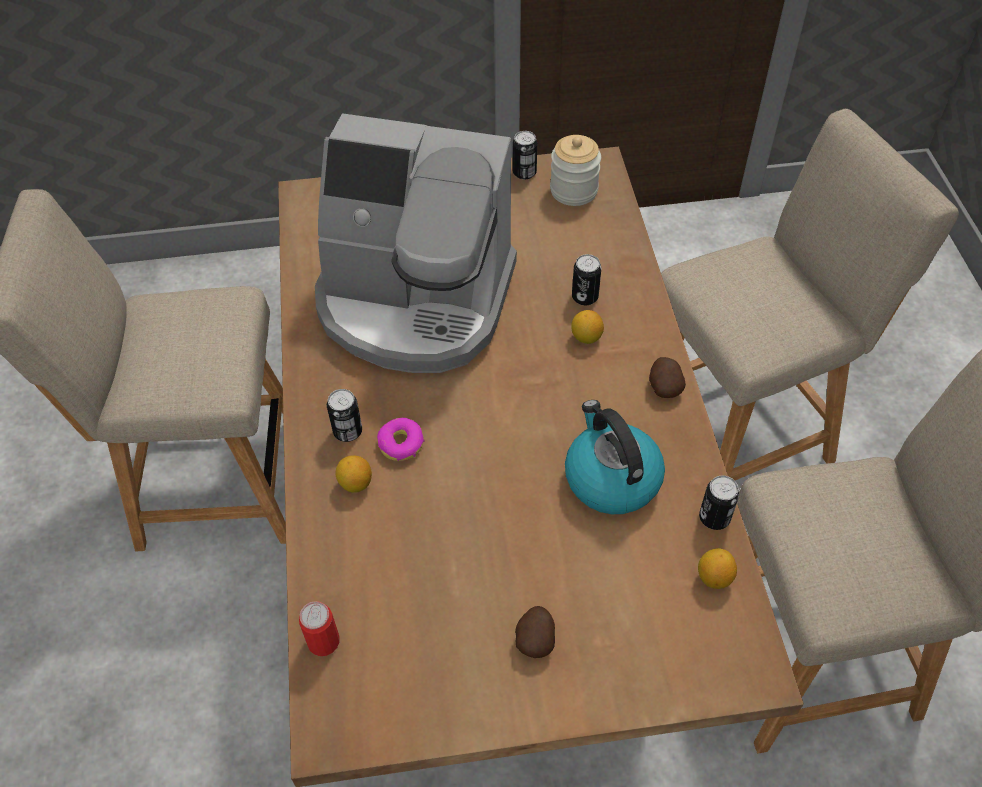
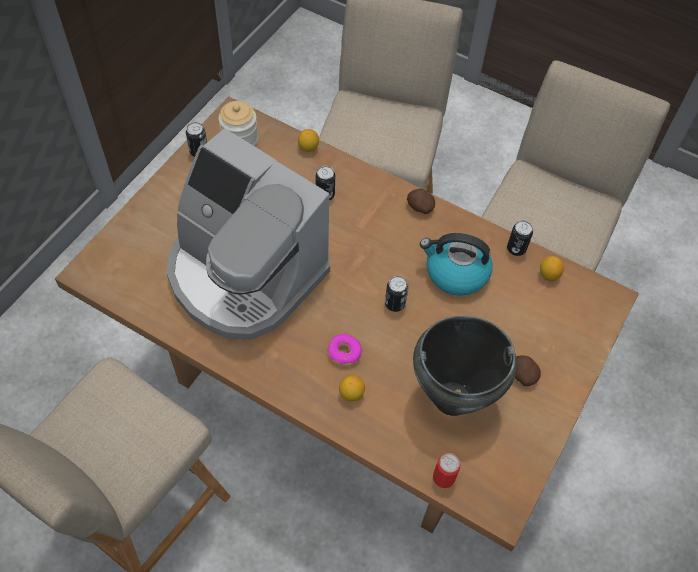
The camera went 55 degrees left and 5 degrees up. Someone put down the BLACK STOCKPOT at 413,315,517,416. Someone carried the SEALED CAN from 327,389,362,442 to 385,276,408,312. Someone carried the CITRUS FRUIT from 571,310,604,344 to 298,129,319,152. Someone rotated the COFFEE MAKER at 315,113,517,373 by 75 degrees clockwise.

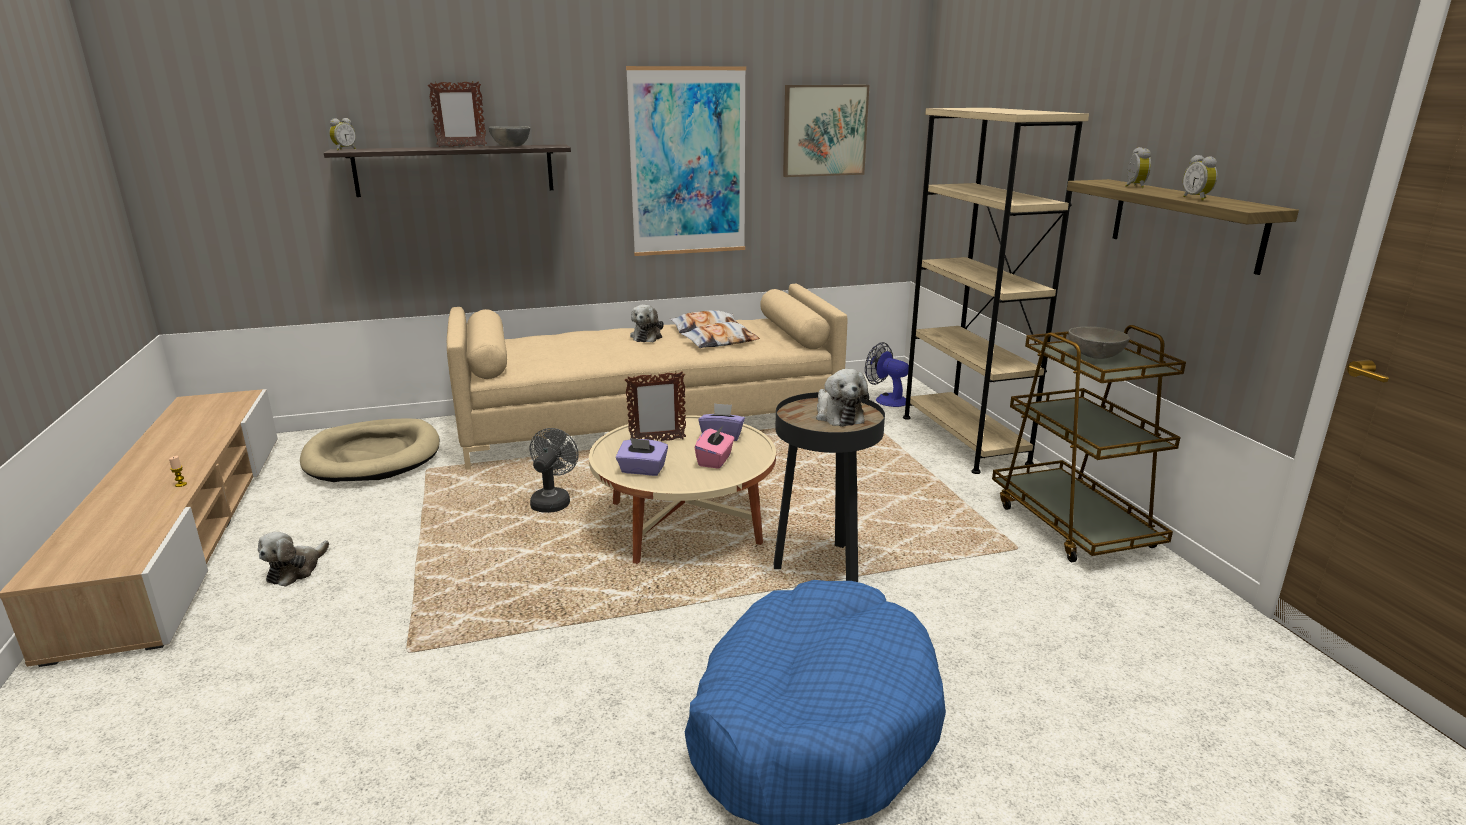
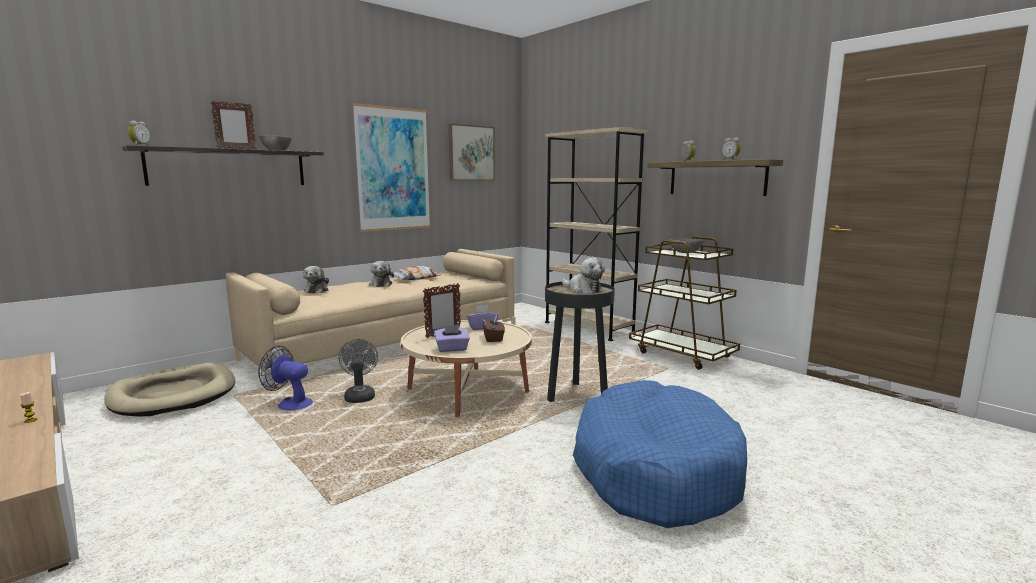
The camera went 25 degrees left and 10 degrees down. Someone took away the CUSHION at 681,322,760,348. Someone carried the CUDDLY TOY from 258,532,329,587 to 303,266,329,294. Someone carried the COOLING FAN from 865,342,909,407 to 258,346,313,410. Someone repainted the PINKISH TISSUE BOX at 695,426,735,469, which became the BROWN-COLOURED TISSUE BOX at 483,314,505,342.

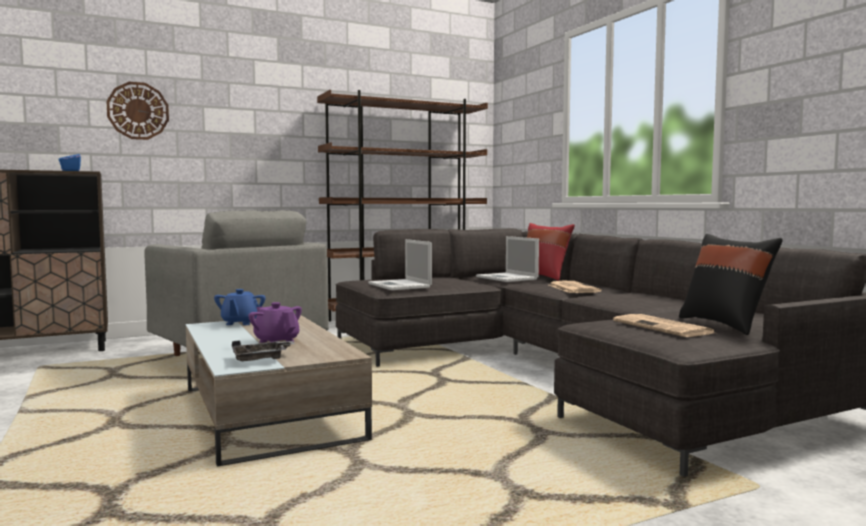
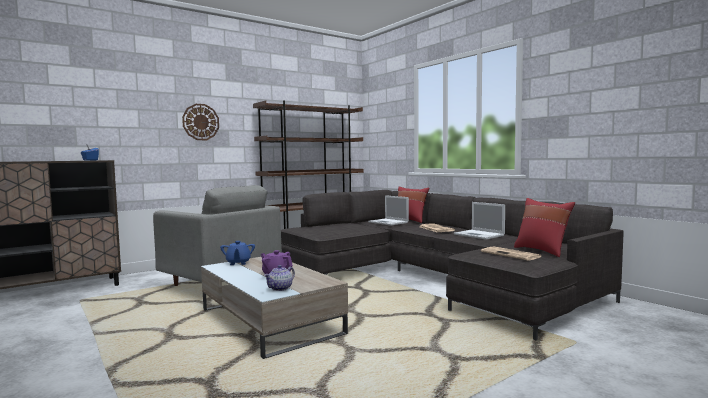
The camera went 10 degrees left and 0 degrees up. Someone carried the CLOCK ON THE WALL from 106,82,169,140 to 182,104,219,140. Someone carried the PORTABLE COMPUTER from 368,239,432,290 to 454,202,505,240. Someone swapped the GREYISH TRAY at 232,340,295,361 for the TEA POT at 264,265,295,291. Someone repainted the BLACK CUSHION at 679,234,783,335, which became the RED CUSHION at 514,198,575,257.

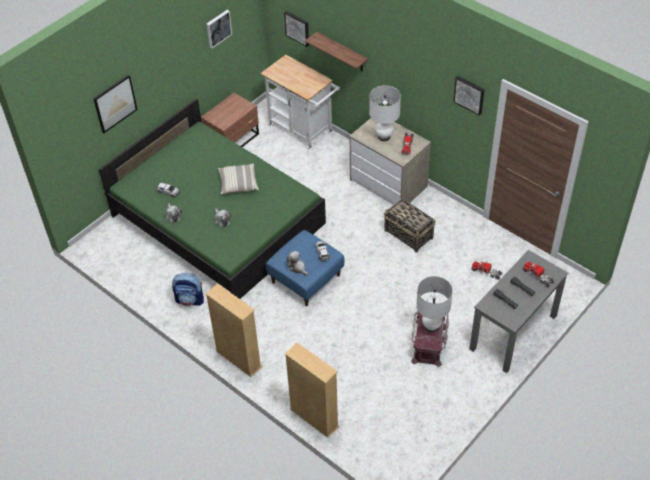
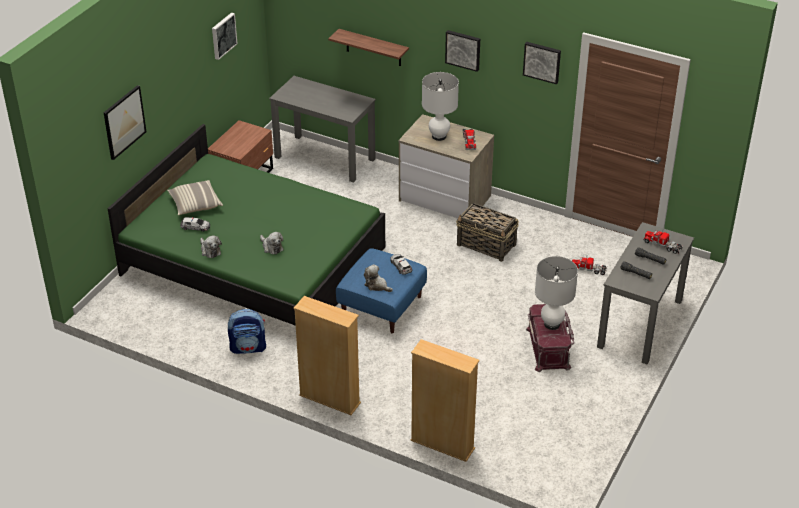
The camera went 15 degrees left and 10 degrees down. Someone carried the CUSHION from 218,164,259,194 to 167,180,223,215. Someone carried the PICTURE from 284,11,309,47 to 445,30,480,72. Someone swapped the WHITE-COLOURED CART at 261,55,340,149 for the GREYISH DESK TABLE at 269,76,376,183.

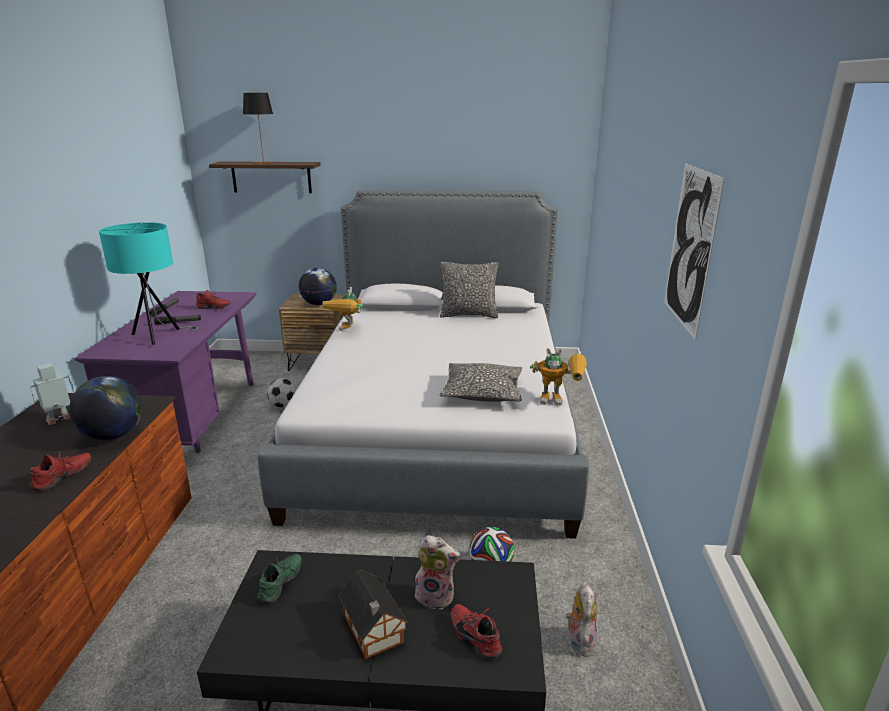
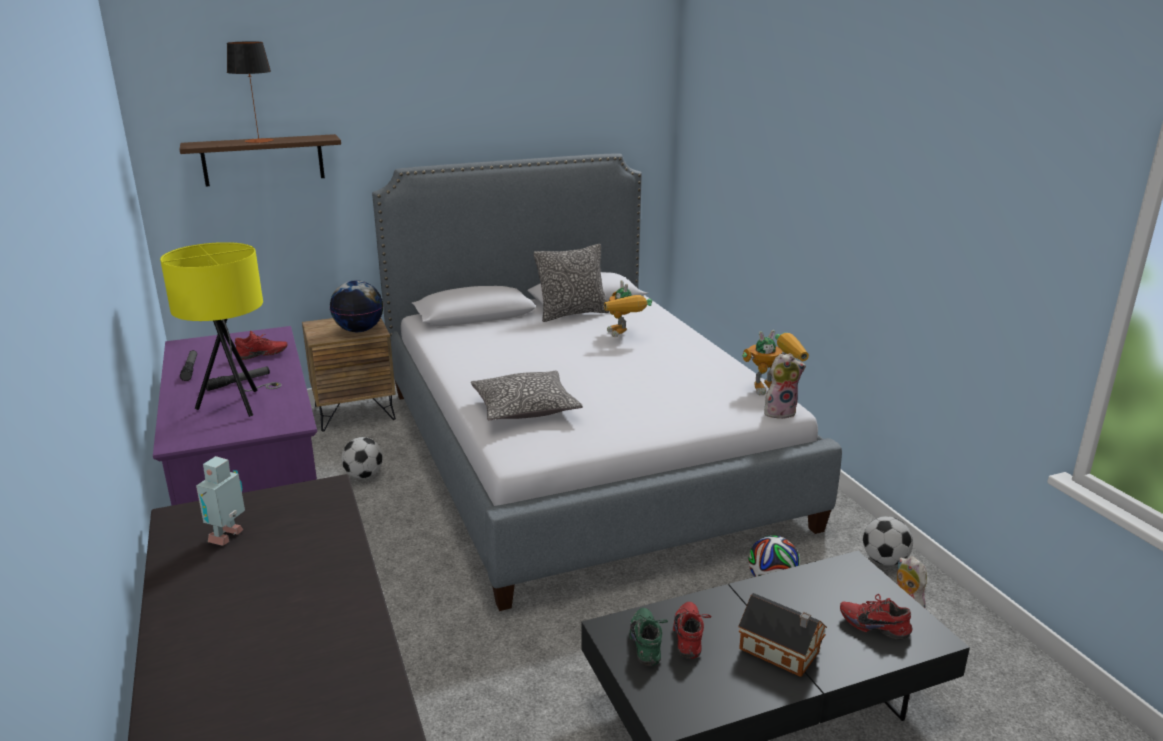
The camera went 25 degrees left and 0 degrees up. Someone took away the DESK GLOBE at 69,376,142,440. Someone took away the PICTURE at 664,163,724,340. Someone put down the FOOTBALL BALL at 863,516,913,566. Someone carried the RED SHOE from 29,451,91,492 to 673,602,711,659. Someone carried the MODEL ROBOT from 322,287,363,331 to 604,280,652,337. Someone carried the CUDDLY TOY from 415,535,461,609 to 764,353,806,419. Someone carried the CUSHION from 440,363,522,402 to 471,371,583,420. Someone repainted the BLUE-GREEN TABLE LAMP at 99,222,199,345, which became the YELLOWISH TABLE LAMP at 160,242,282,417.

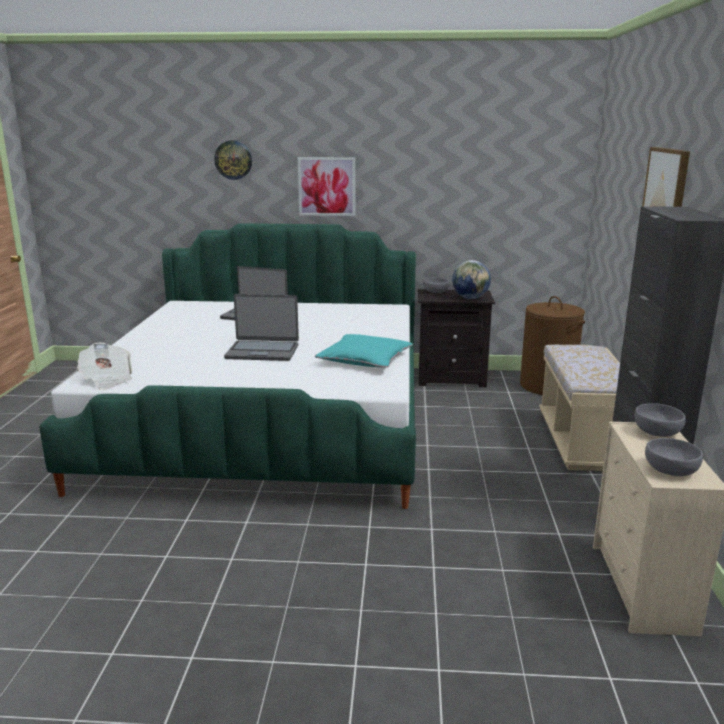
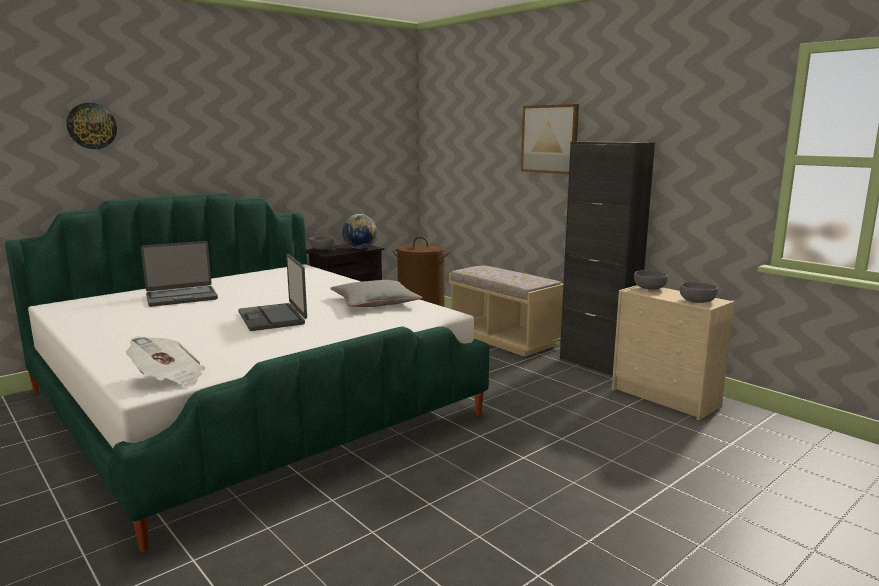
The camera went 45 degrees left and 5 degrees down. Someone took away the PICTURE at 298,157,355,216. Someone repainted the BLUE-GREEN CUSHION at 315,334,413,368, which became the GREYISH CUSHION at 330,280,422,307. Someone rotated the PORTABLE COMPUTER at 224,294,299,361 by 105 degrees clockwise.

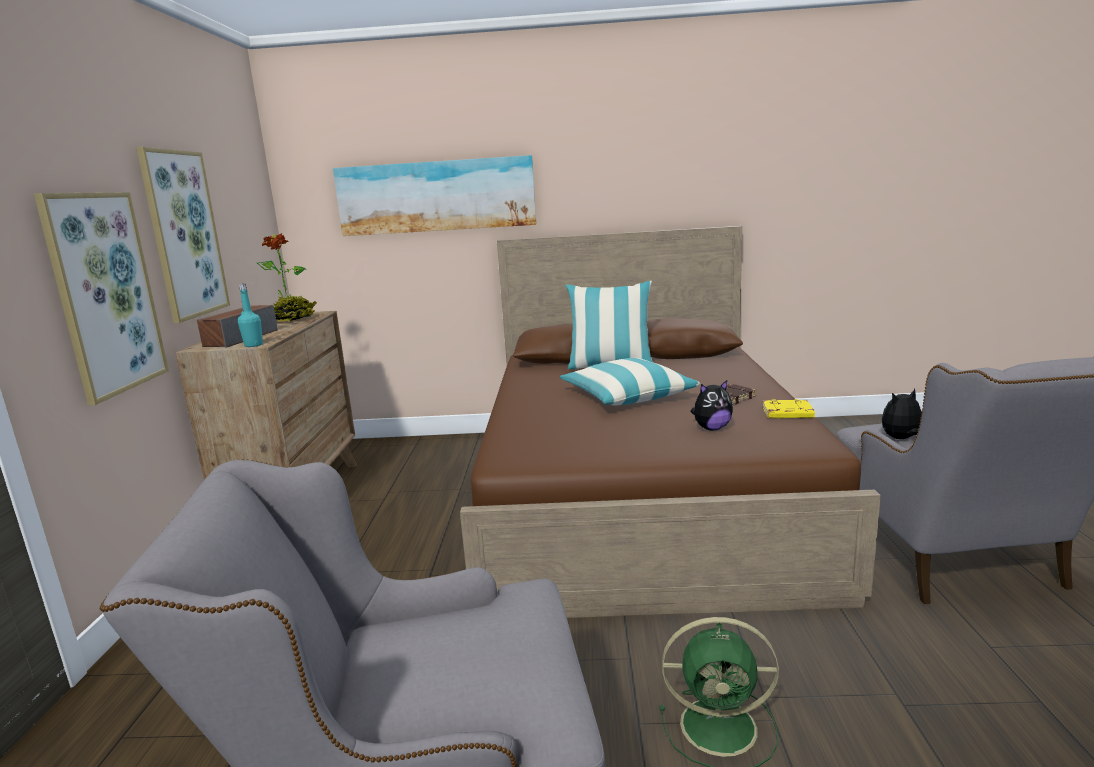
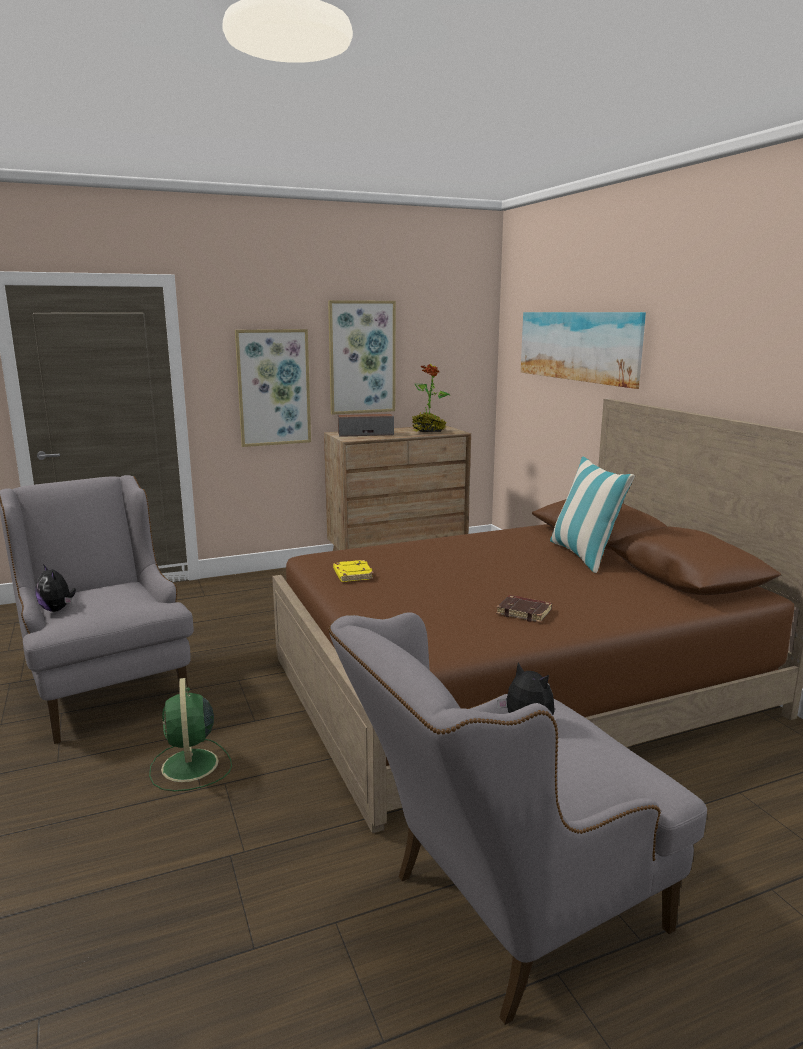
The camera went 65 degrees right and 0 degrees up. Someone took away the BLUE-GREEN BEVERAGE BOTTLE at 238,284,263,347. Someone took away the CUSHION at 560,358,700,405. Someone carried the CUDDLY TOY from 690,380,733,430 to 36,564,76,612. Someone carried the YELLOWISH BOOK from 762,399,815,419 to 333,560,373,582.

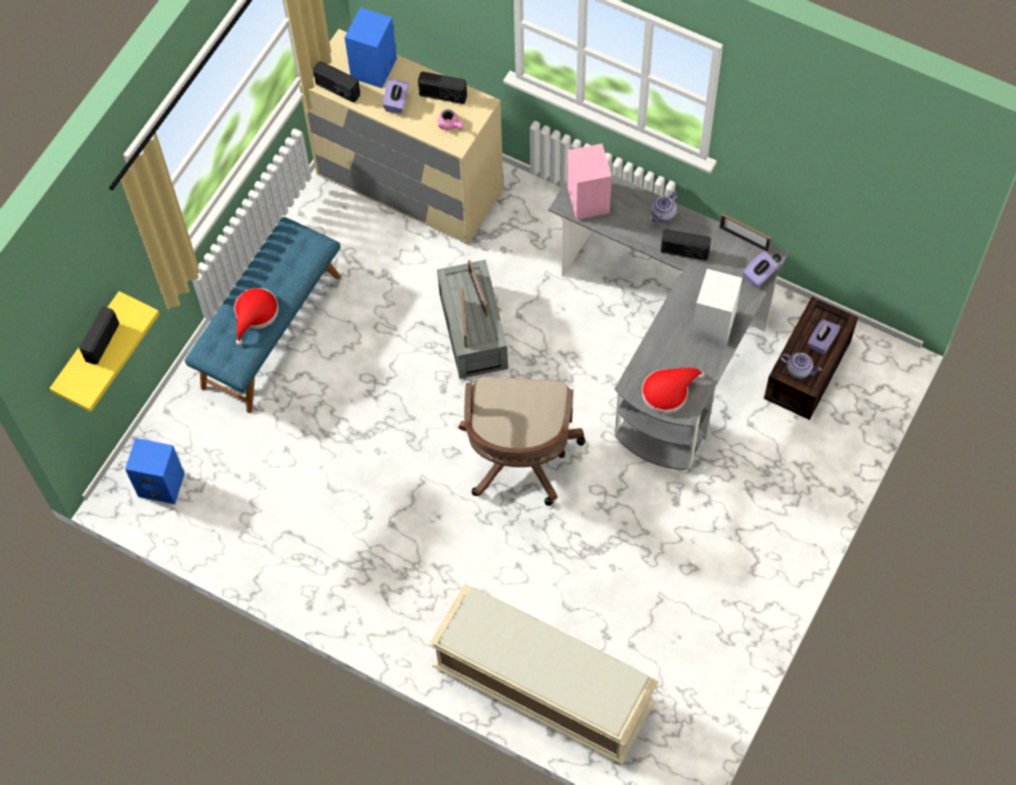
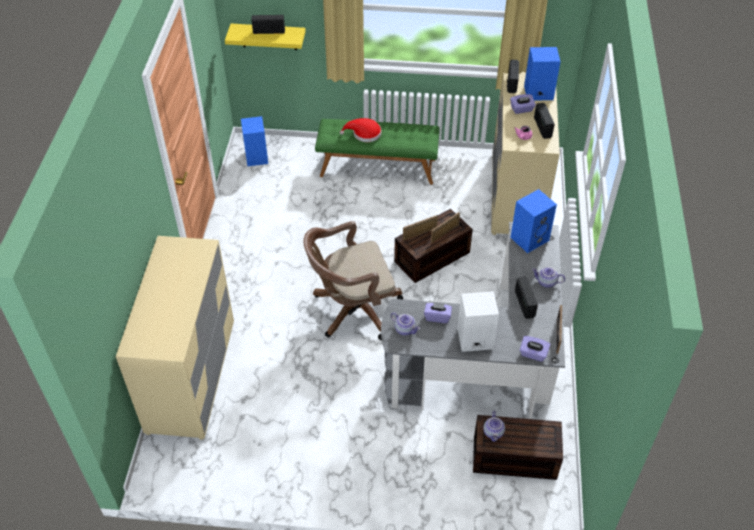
The camera went 65 degrees right and 15 degrees down. Someone carried the PURPLE TISSUE BOX from 808,319,840,355 to 424,301,452,323. Someone swapped the BEIGE-COLOURED BENCH at 429,583,659,765 for the BEIGE-COLOURED DRESSER at 116,236,234,440. Someone swapped the RED CLOTHING HAT at 642,368,705,414 for the TEA POT at 391,312,420,335. Someone repainted the BLUE-COLOURED BENCH at 185,217,341,413, which became the GREENISH BENCH at 315,119,440,185. Someone repainted the GREYISH STORAGE BIN at 437,260,508,379, which became the BROWN-COLOURED STORAGE BIN at 394,209,473,283. Someone repainted the PINKISH AUDIO SPEAKER at 567,144,612,220, which became the BLUE-COLOURED AUDIO SPEAKER at 510,189,557,253.

